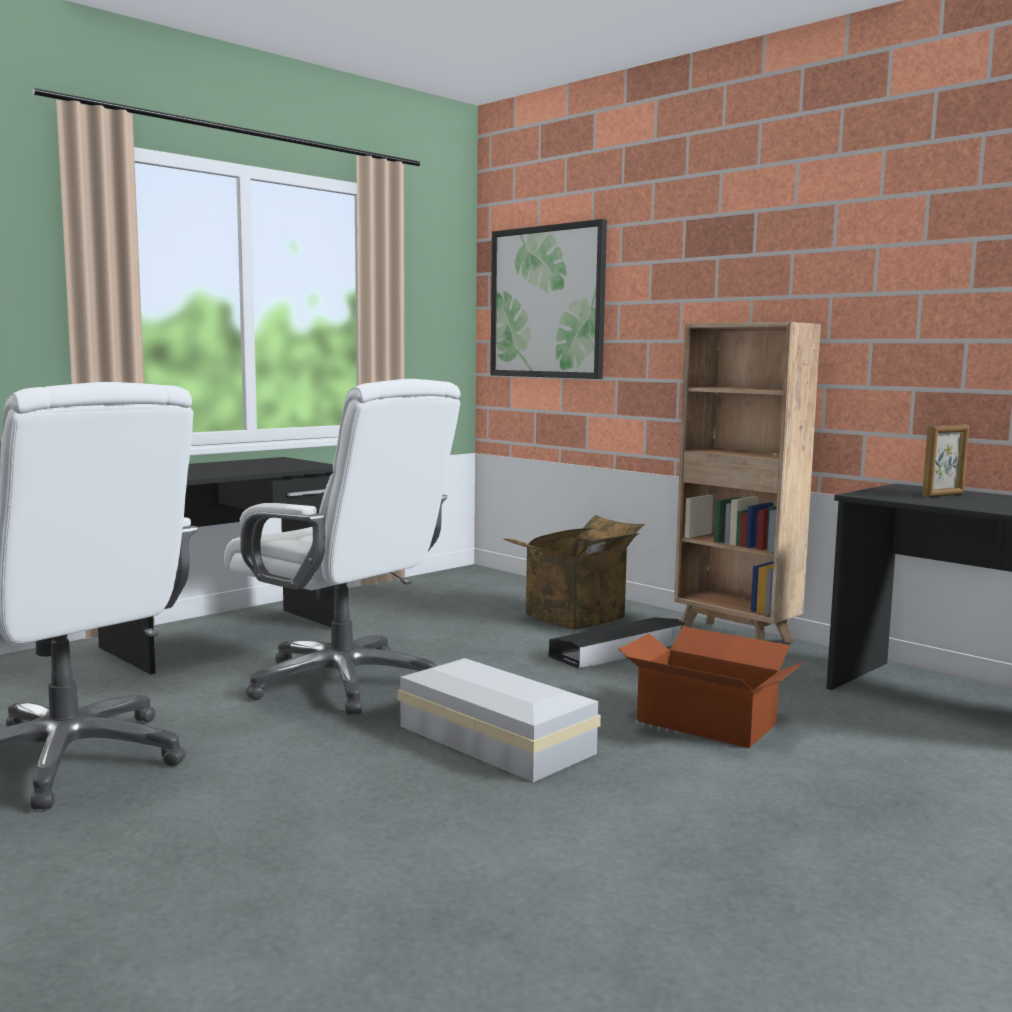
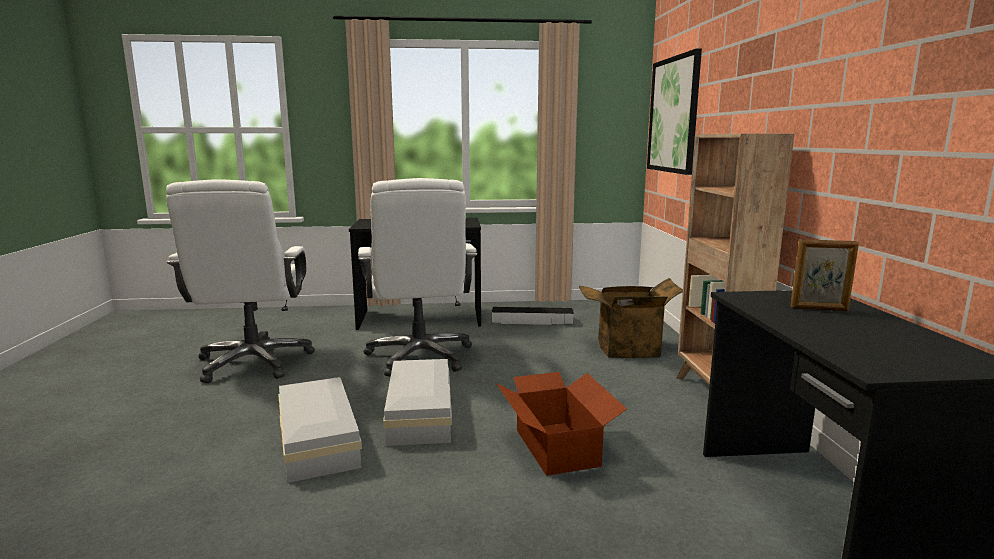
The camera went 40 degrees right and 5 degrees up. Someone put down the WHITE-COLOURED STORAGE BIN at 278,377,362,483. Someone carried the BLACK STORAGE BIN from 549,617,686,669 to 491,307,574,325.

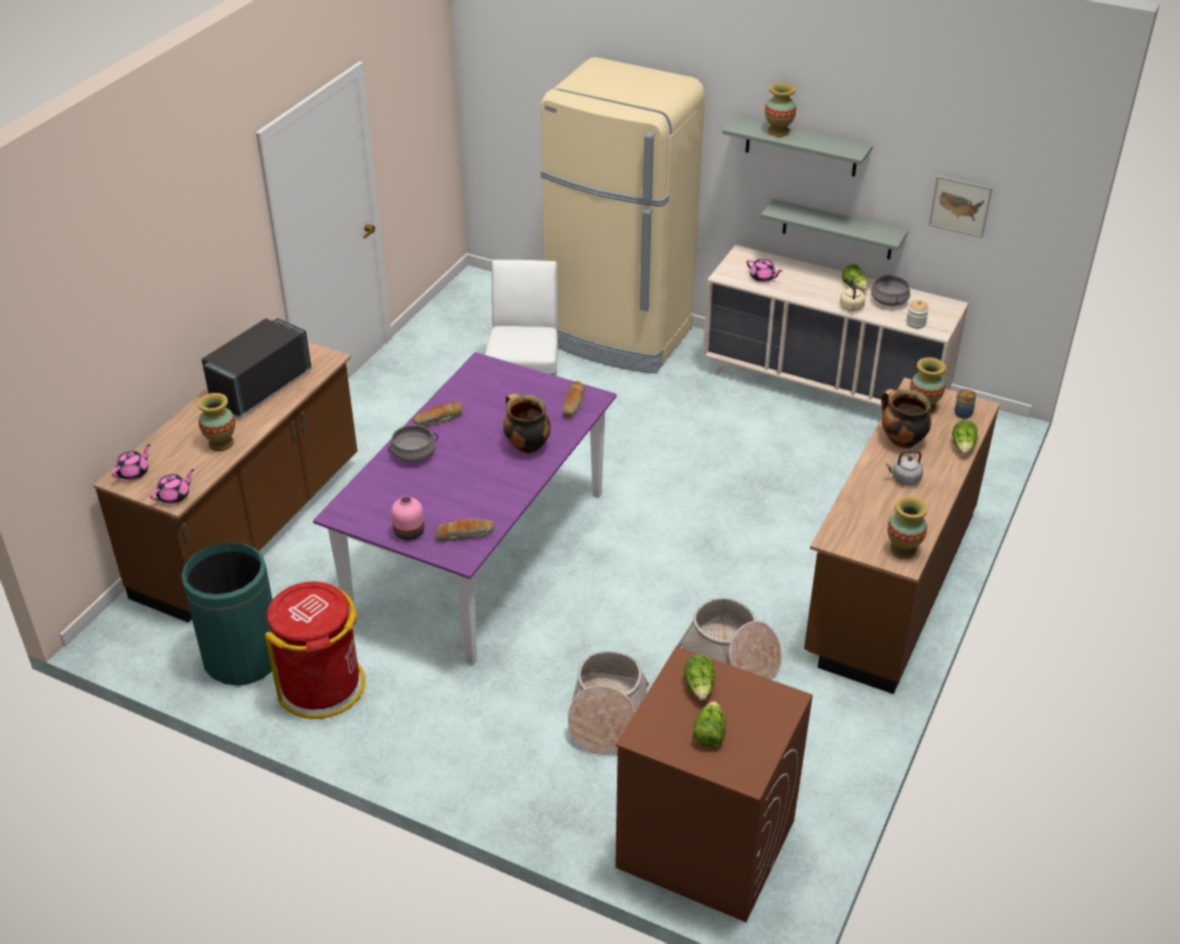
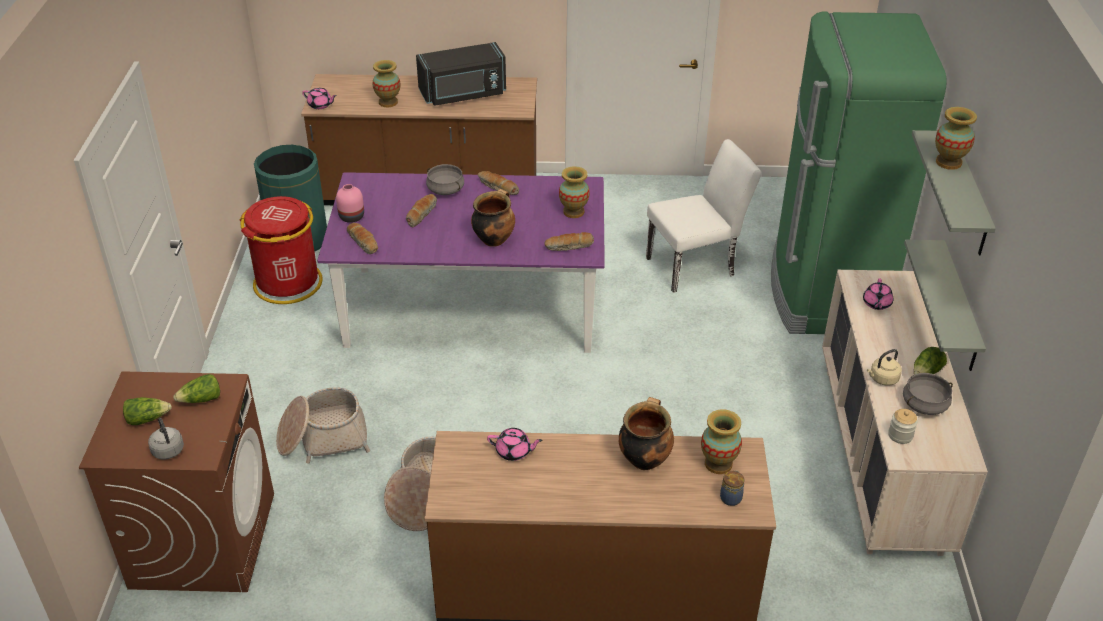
The camera went 65 degrees right and 0 degrees up. Someone took away the PICTURE at 929,176,993,238. Someone took away the LETTUCE HEAD at 952,420,978,454. Someone put down the BREAD at 406,194,437,227. Someone carried the PINKISH TEA POT from 111,444,150,480 to 487,428,543,461. Someone carried the GREYISH TEA KETTLE from 885,450,923,486 to 148,417,184,459. Someone carried the FLOWER VASE from 888,496,927,559 to 559,166,590,218. Someone repainted the BEIGE-COLOURED FRIDGE at 541,57,705,373, which became the GREENISH FRIDGE at 771,11,947,334. Someone rotated the BLACK MICROWAVE at 201,318,311,418 by 150 degrees clockwise.

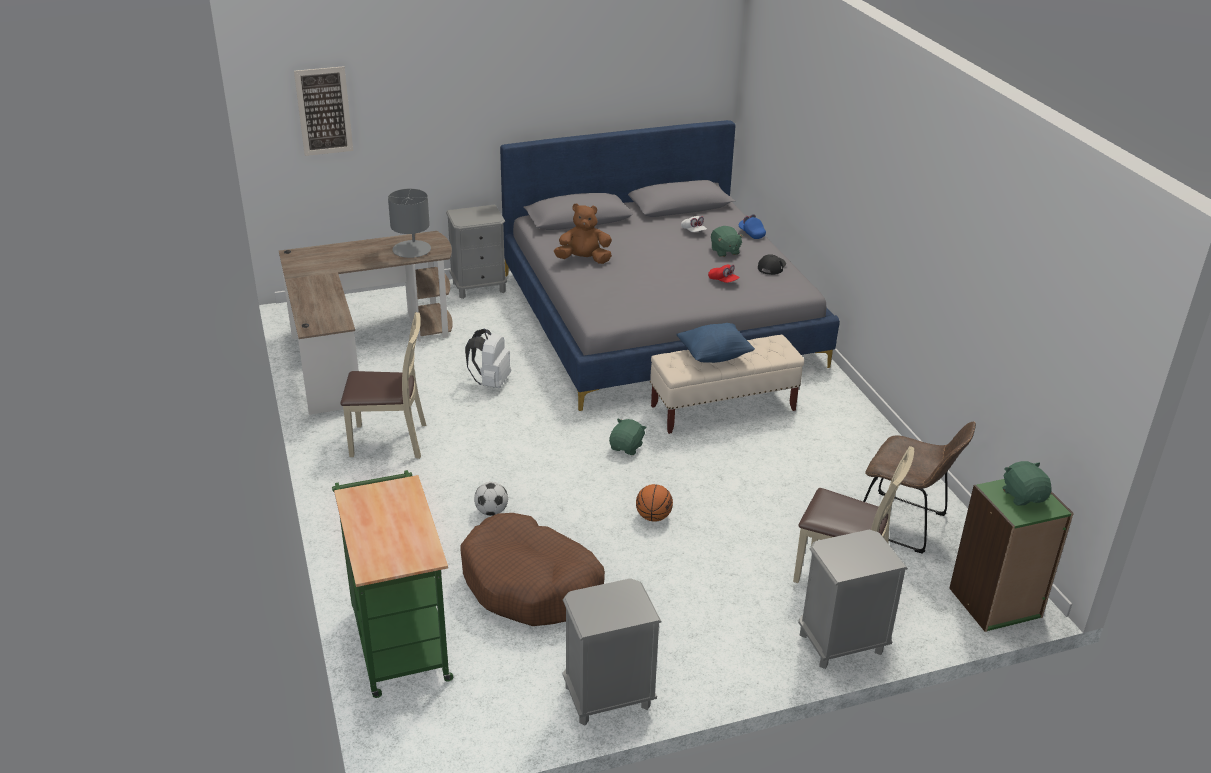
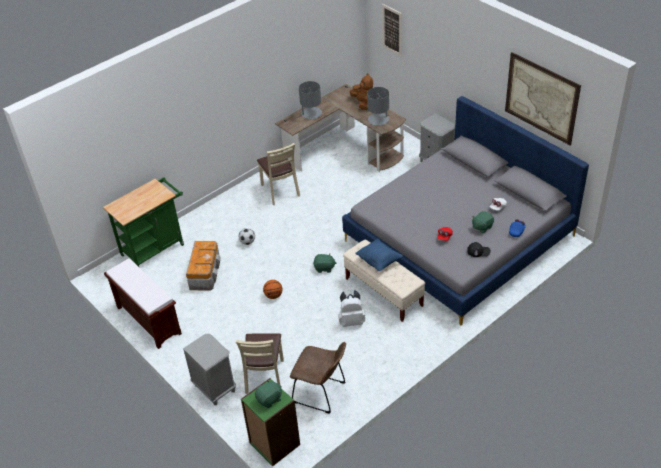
The camera went 70 degrees right and 10 degrees up. Someone put down the GREYISH TABLE LAMP at 299,81,322,119. Someone put up the PICTURE at 505,52,581,145. Someone carried the WHITE-COLOURED RUCKSACK from 465,329,511,388 to 338,290,365,327. Someone carried the BROWN-COLOURED CUDDLY TOY from 554,203,612,264 to 350,73,373,110. Someone swapped the BROWN-COLOURED DOG CUSHION at 460,513,605,626 for the STORAGE BIN at 186,241,221,291. Someone swapped the GREYISH BEDSIDE TABLE at 563,578,662,726 for the BROWN-COLOURED BENCH at 104,258,182,349. Someone rotated the BROWN-COLOURED UPRIGHT CHAIR at 863,422,976,554 by 75 degrees counterclockwise.

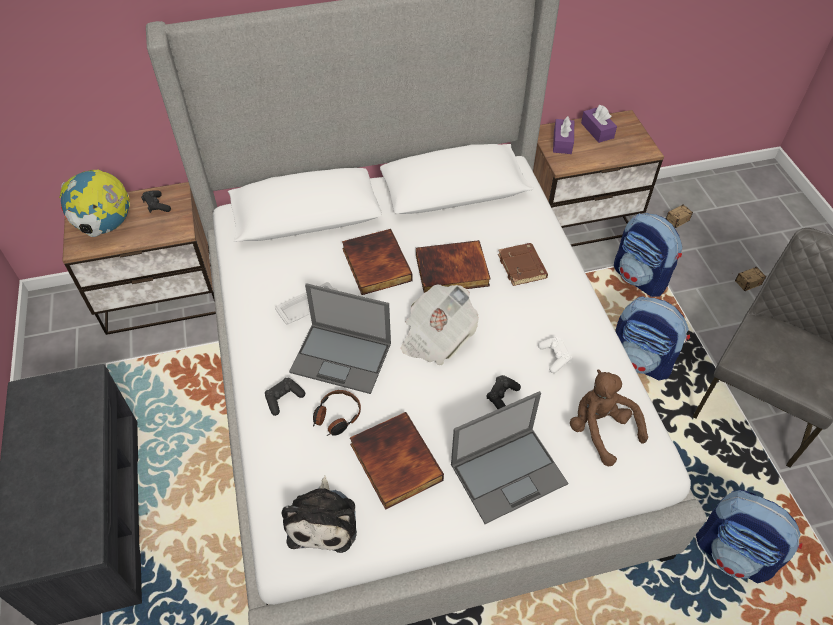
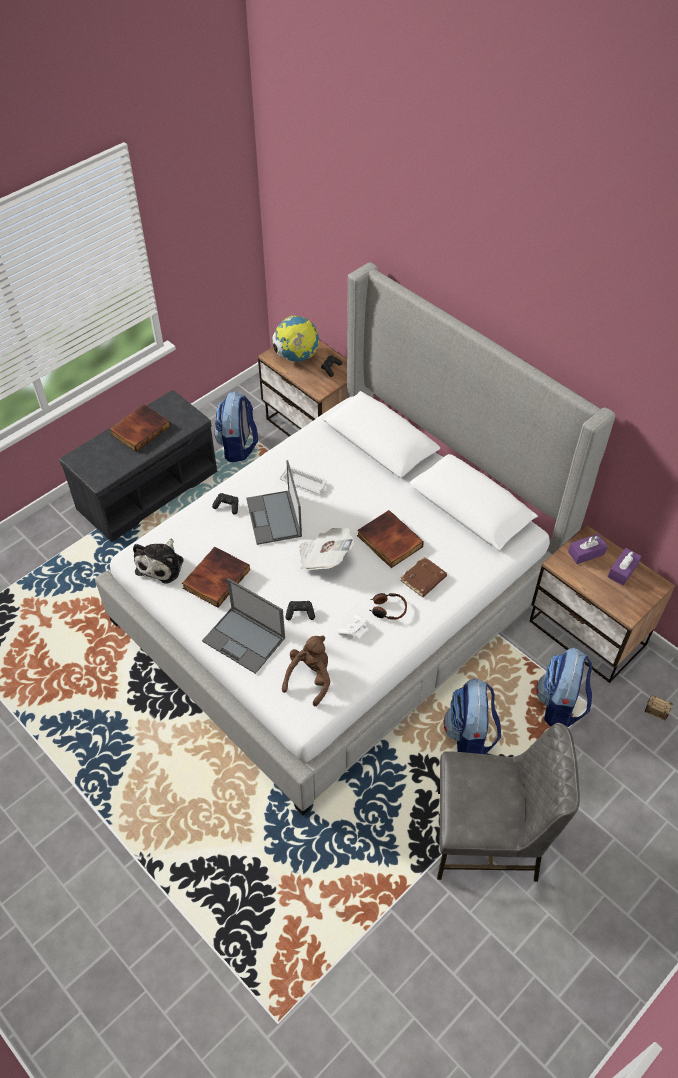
The camera went 60 degrees right and 0 degrees up. Someone took away the STORAGE BIN at 735,267,766,291. Someone carried the HEADPHONES from 313,390,361,436 to 370,593,407,620. Someone carried the BOOK from 342,229,413,295 to 109,404,170,452. Someone carried the RUCKSACK from 696,490,802,583 to 214,391,258,462. Someone rotated the CUDDLY TOY at 282,476,357,553 by 45 degrees counterclockwise.

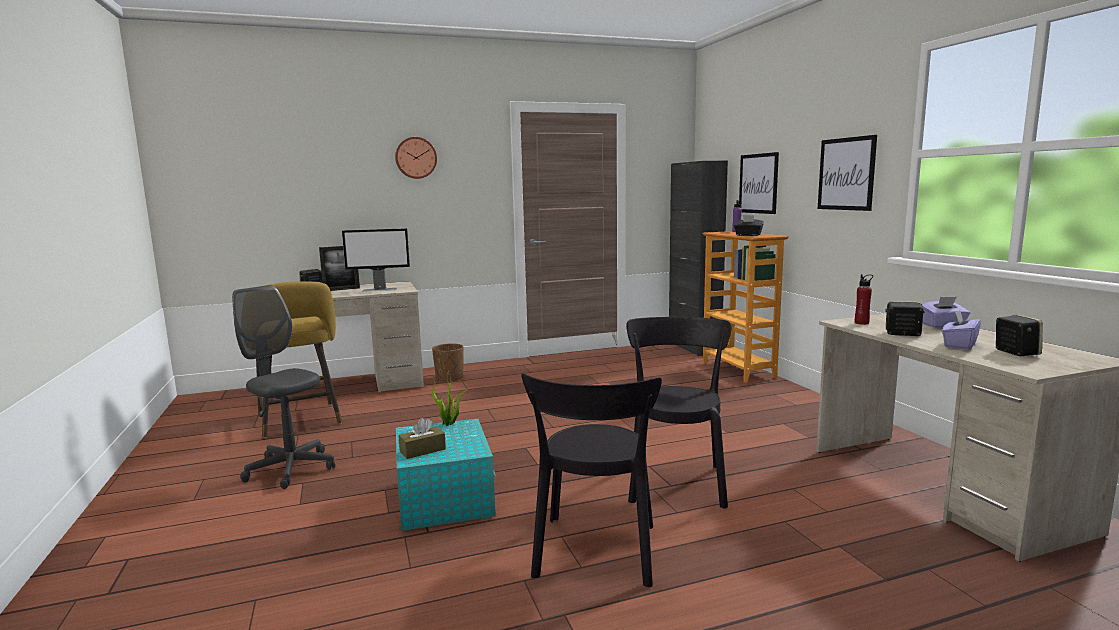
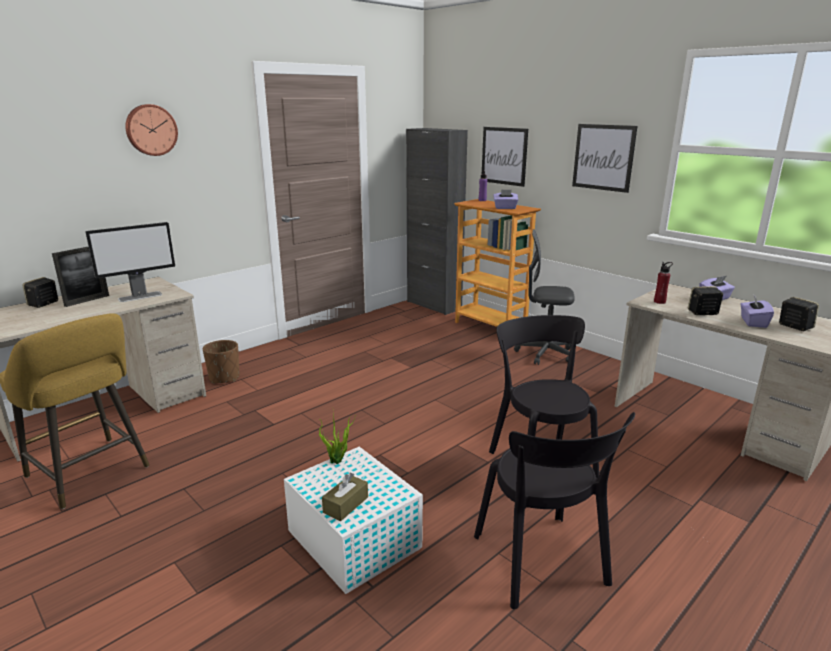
The camera went 25 degrees left and 10 degrees up. Someone carried the GREYISH DESK CHAIR from 232,285,335,489 to 514,229,575,365. Someone repainted the BLUE-GREEN STORAGE BIN at 396,419,496,531, which became the WHITE-COLOURED STORAGE BIN at 284,447,423,594. Someone repainted the BLACK TISSUE BOX at 734,215,764,236, which became the PURPLE TISSUE BOX at 493,189,518,209.

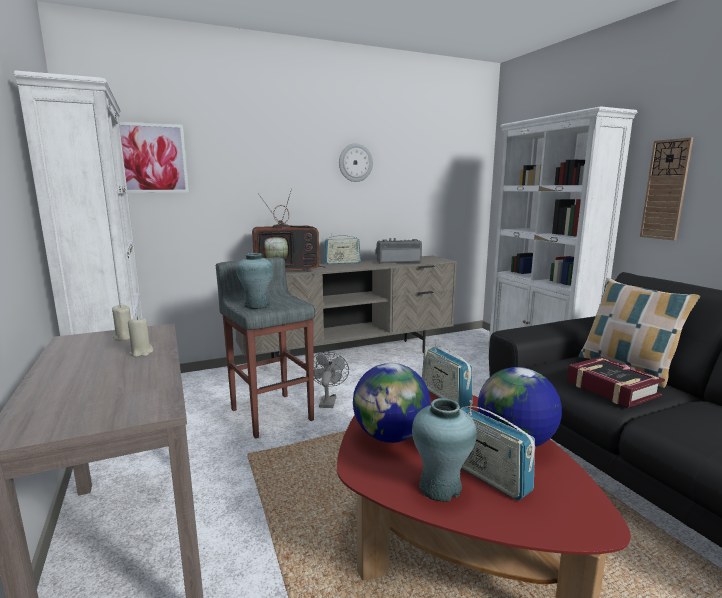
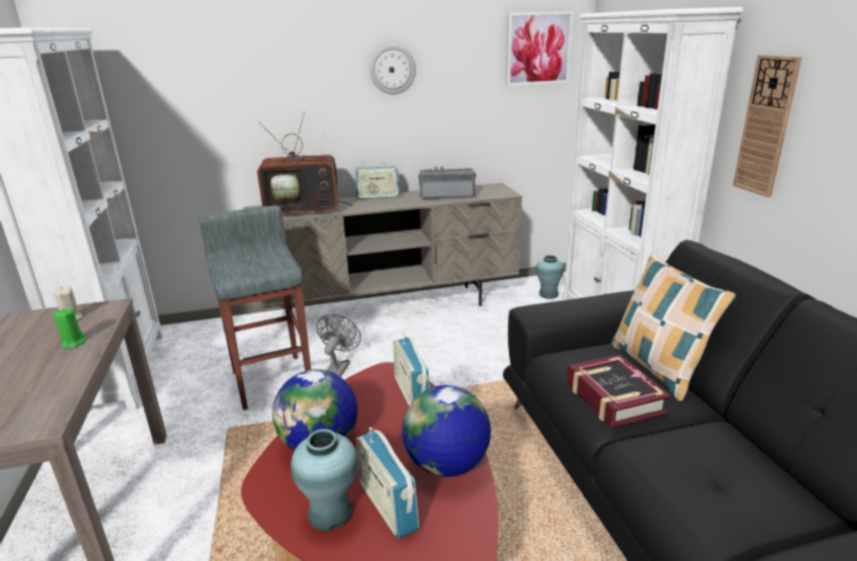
The camera went 10 degrees right and 10 degrees up. Someone carried the PICTURE from 119,122,189,193 to 506,11,574,86. Someone carried the BLUE-GREEN FLOWER VASE from 236,253,273,309 to 536,255,564,299. Someone repainted the BEIGE-COLOURED CANDLE at 128,316,153,357, which became the GREENISH CANDLE at 53,308,87,349.

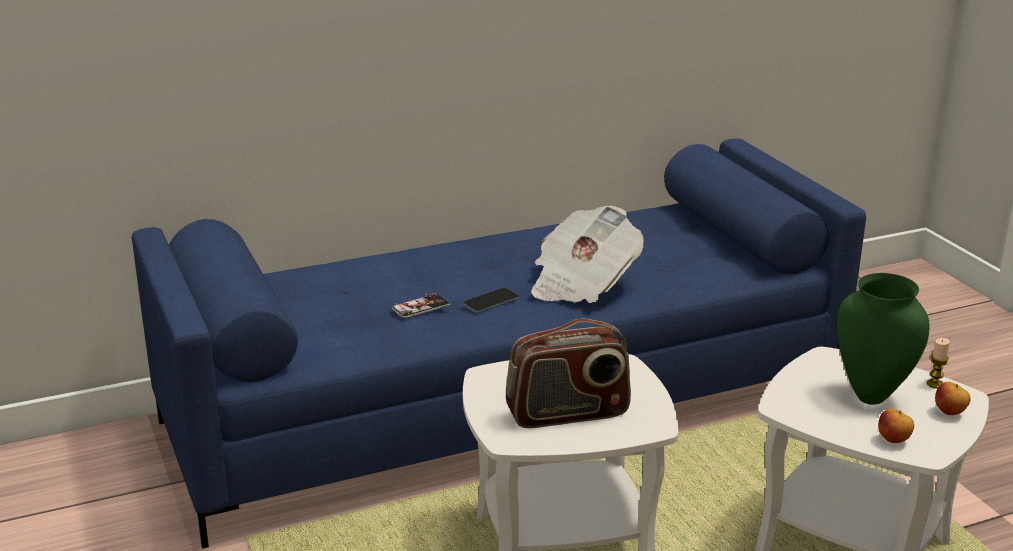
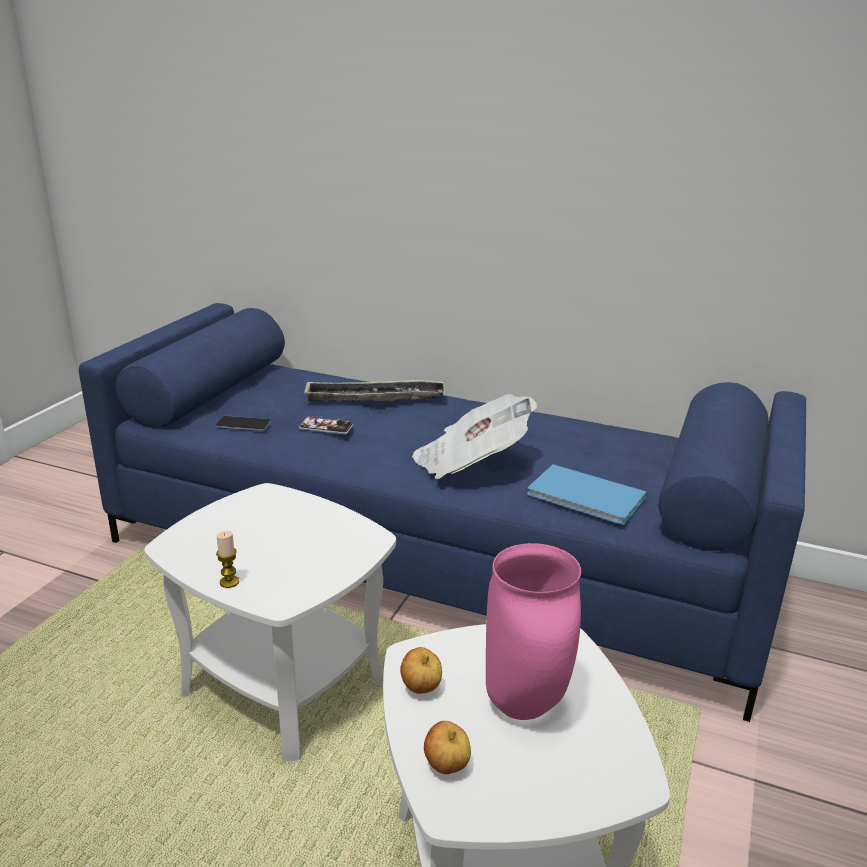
The camera went 45 degrees right and 0 degrees up. Someone took away the RADIO at 506,319,631,428. Someone put down the TRAY at 304,380,446,401. Someone put down the BLUE-COLOURED BOOK at 527,464,647,525. Someone carried the TELEPHONE from 463,288,519,313 to 216,416,271,431. Someone carried the CANDLE from 927,338,950,388 to 216,531,239,588. Someone carried the APPLE FRUIT from 935,382,971,415 to 400,647,442,694. Someone repainted the GREENISH FLOWER VASE at 837,273,930,405, which became the PINKISH FLOWER VASE at 486,543,581,720.

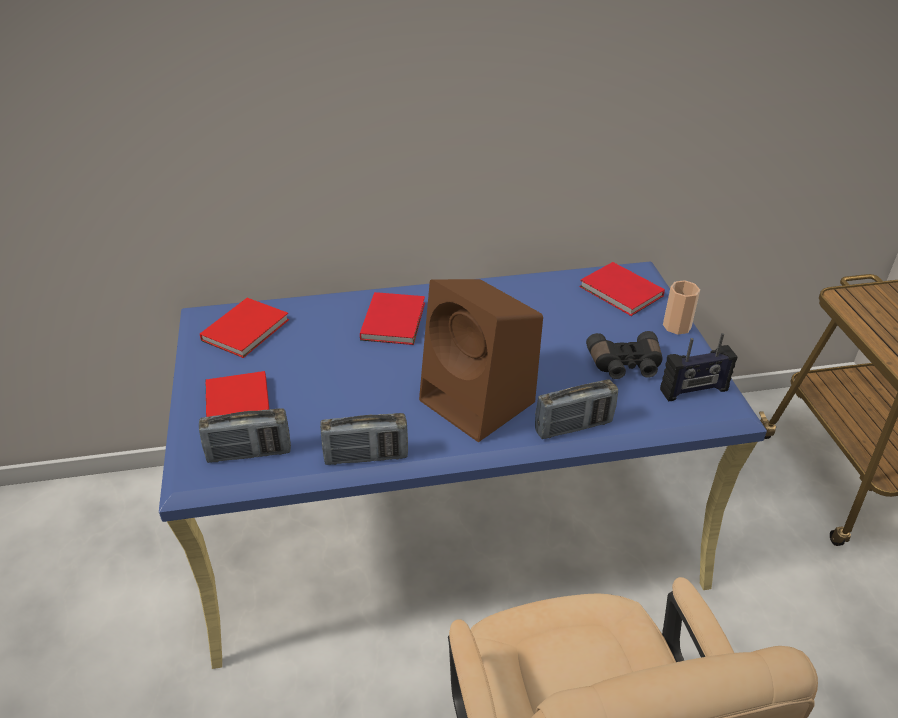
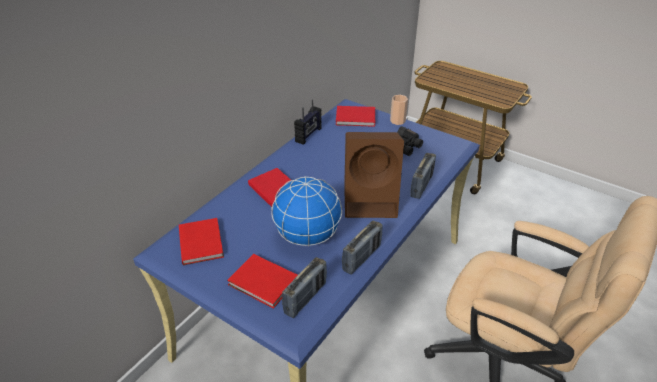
The camera went 45 degrees left and 0 degrees up. Someone put down the DESK GLOBE at 271,176,342,247. Someone carried the RADIO from 660,333,738,401 to 294,100,322,145.

